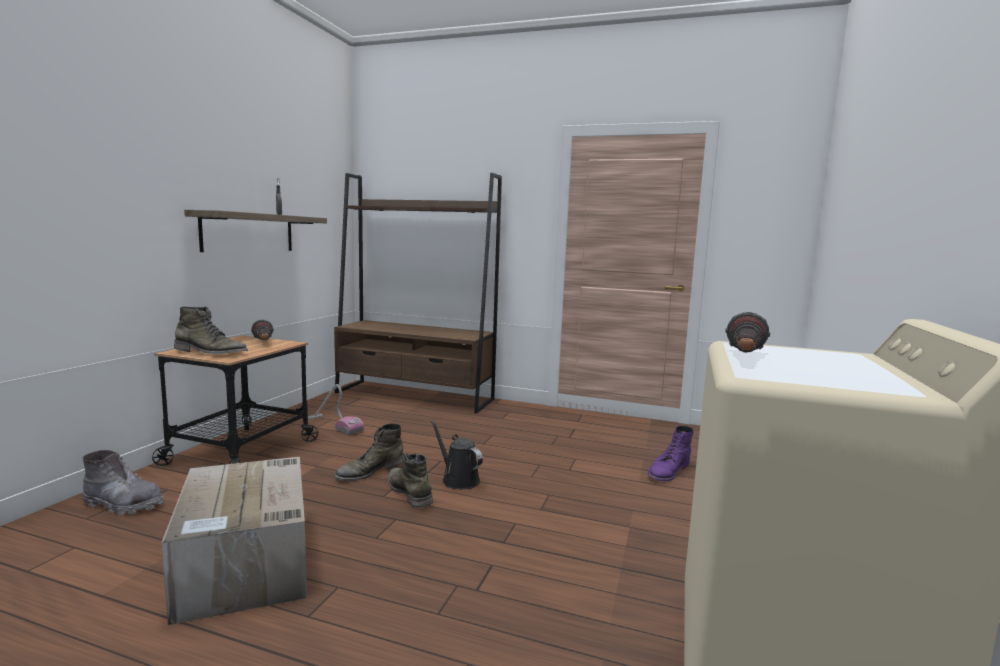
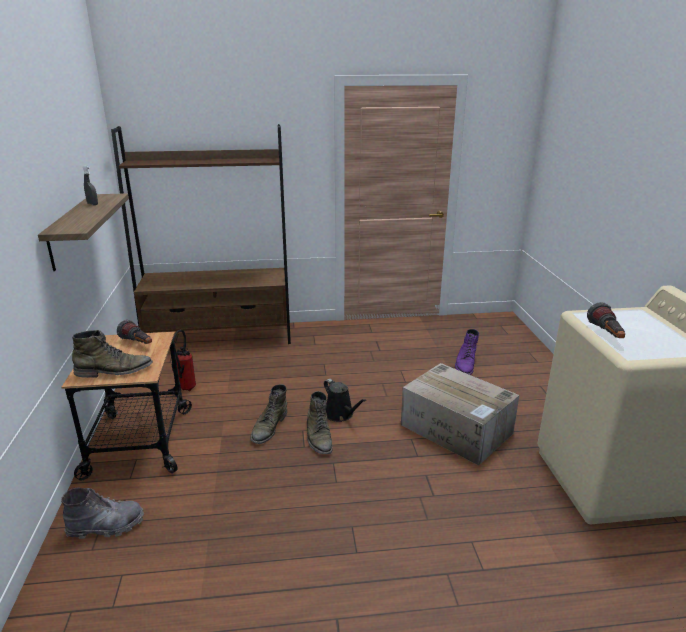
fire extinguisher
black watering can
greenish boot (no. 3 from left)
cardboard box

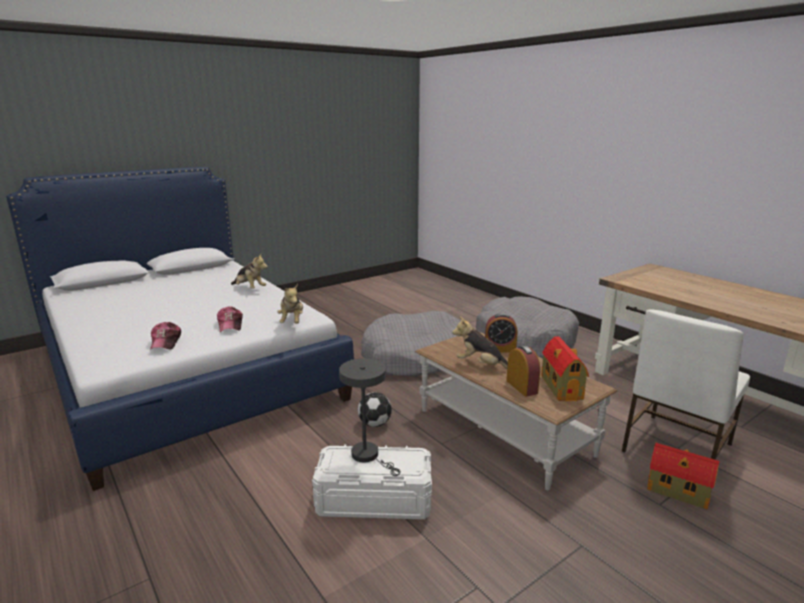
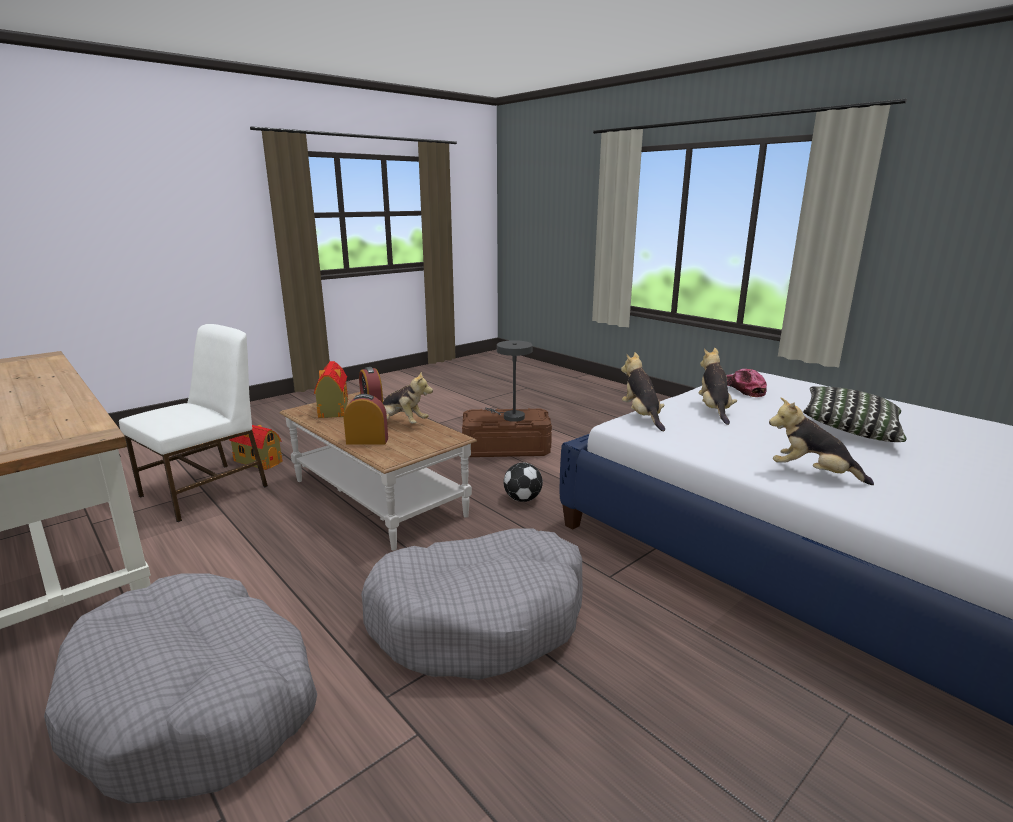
plush toy (no. 3 from left)
brown-coloured storage container
cushion

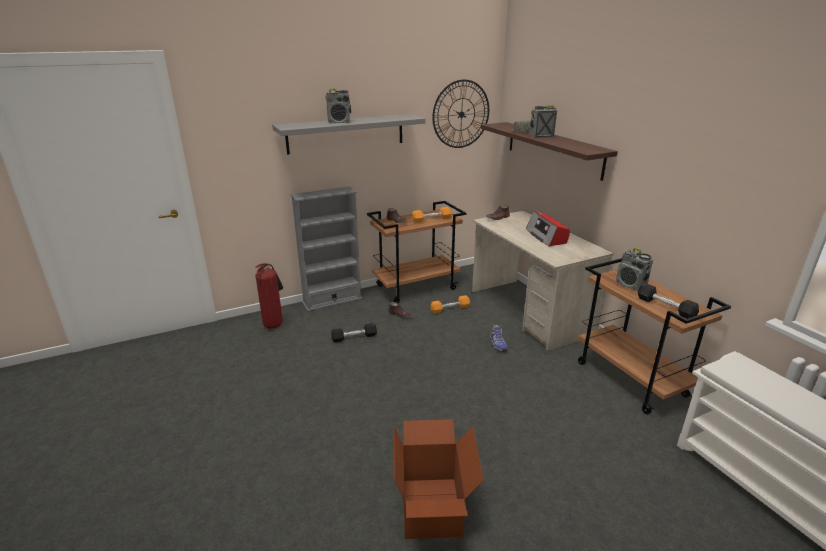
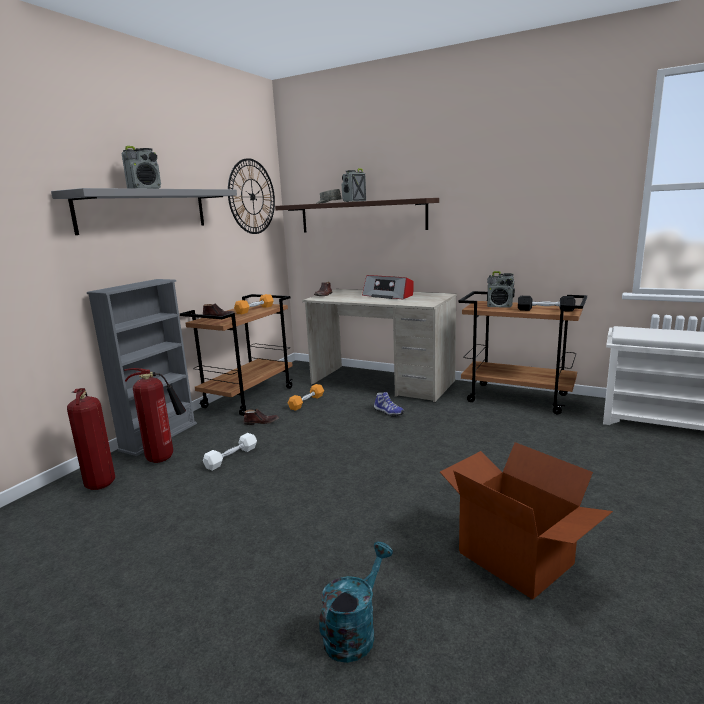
whitish dumbbell
fire extinguisher (no. 2 from left)
turquoise watering can

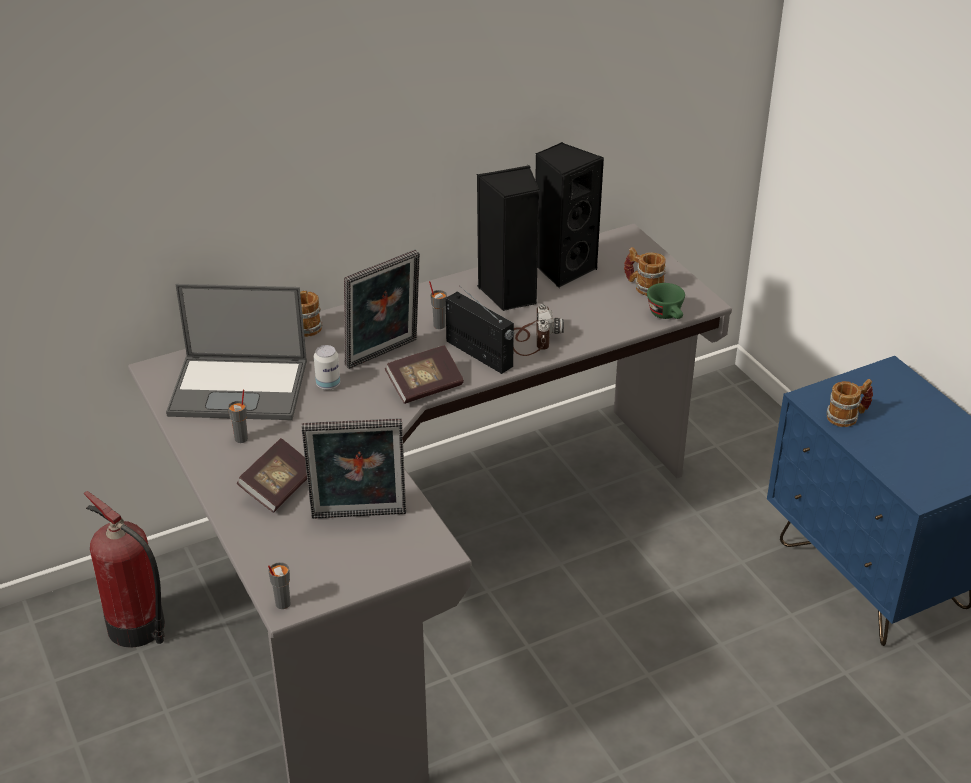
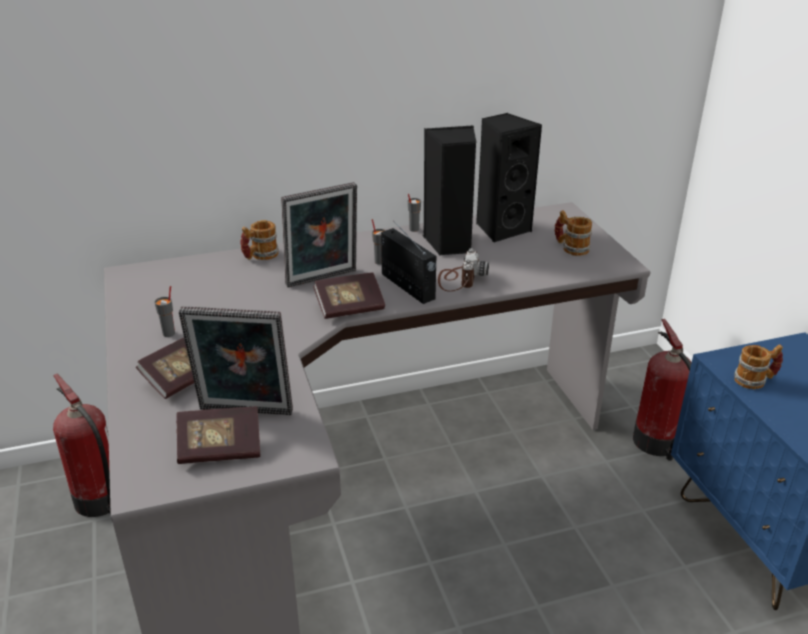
greenish drinking cup
portable computer
can
greyish drinking cup (no. 3 from left)
fire extinguisher (no. 2 from left)
volume (no. 2 from left)

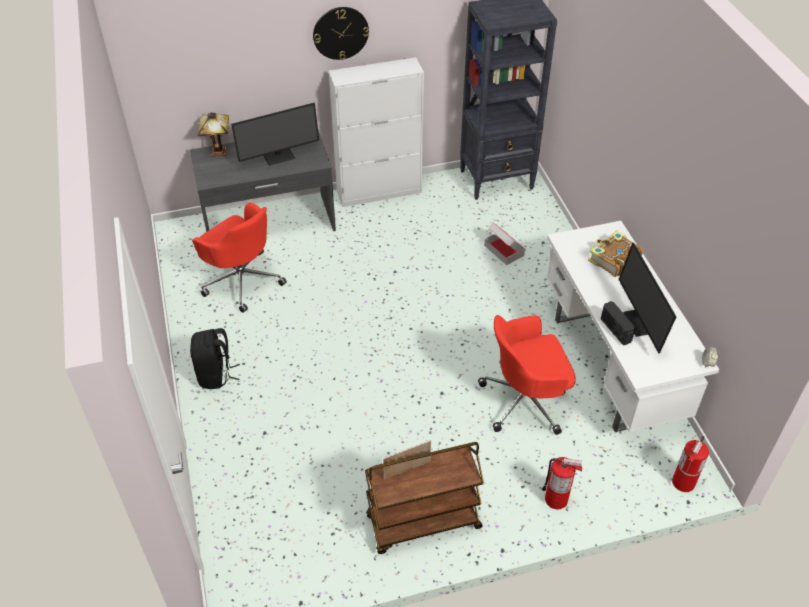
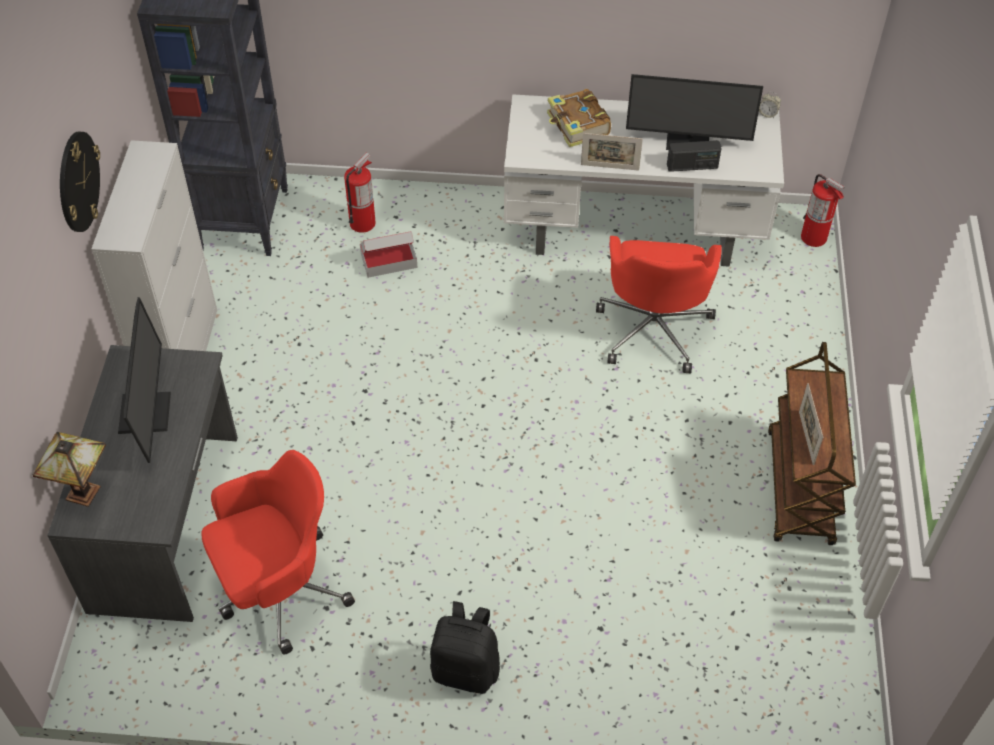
fire extinguisher (no. 1 from left)
photo frame (no. 1 from left)

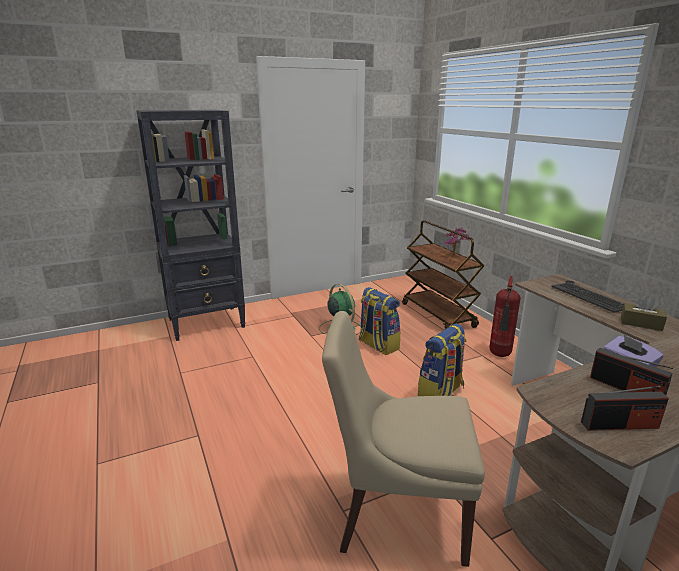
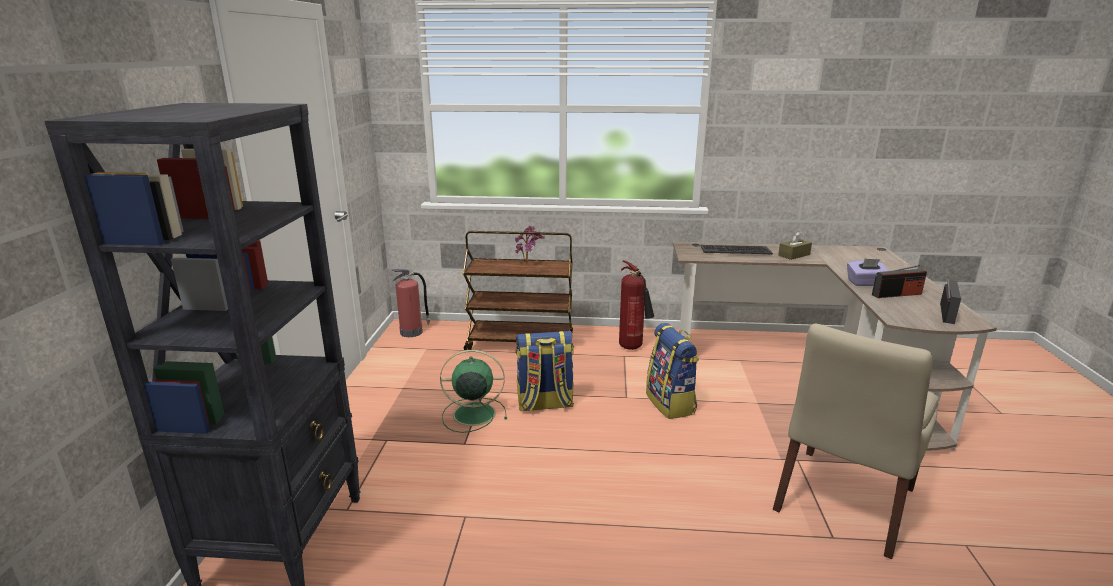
fire extinguisher (no. 1 from left)

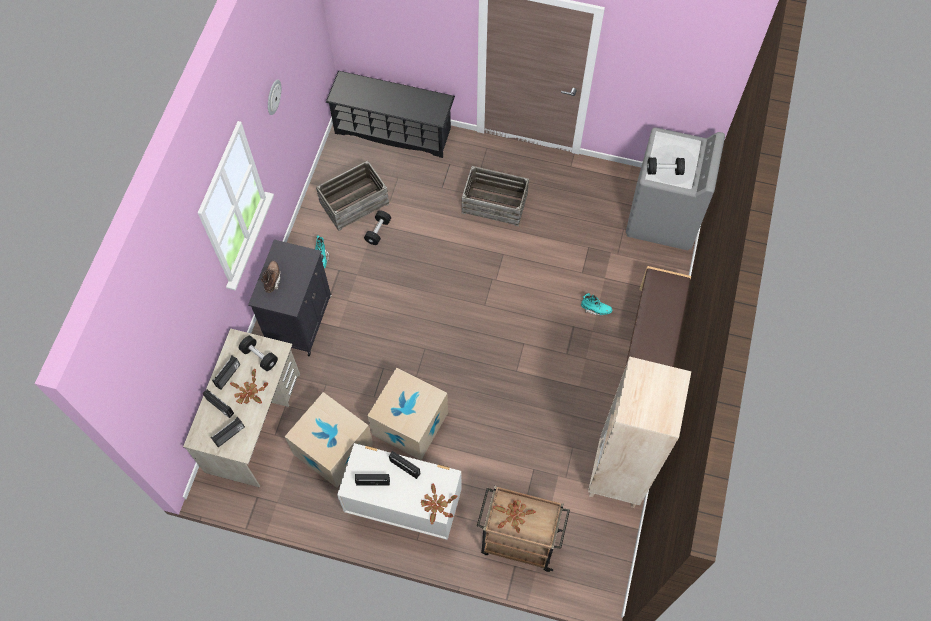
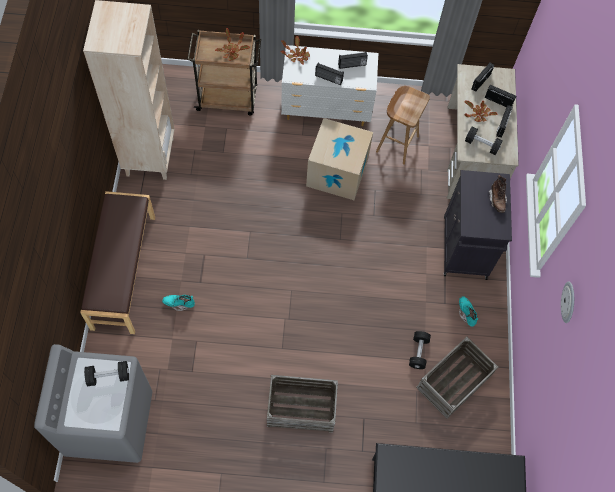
brown-coloured stool

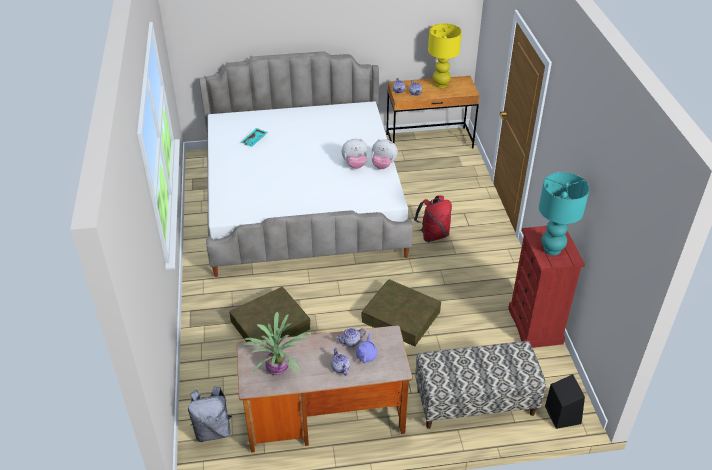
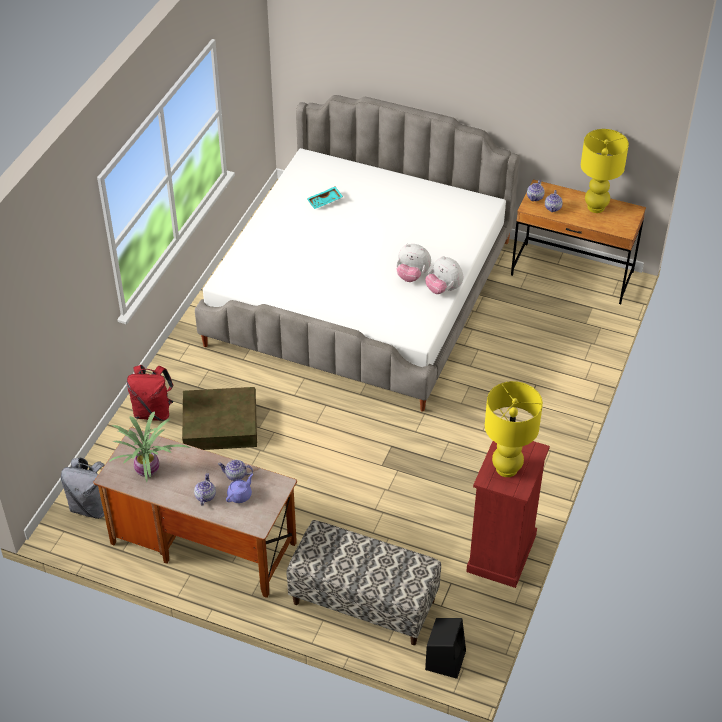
yellow tabletop lamp (no. 1 from left)
reddish backpack
brown-coloured storage container (no. 2 from left in the first image)

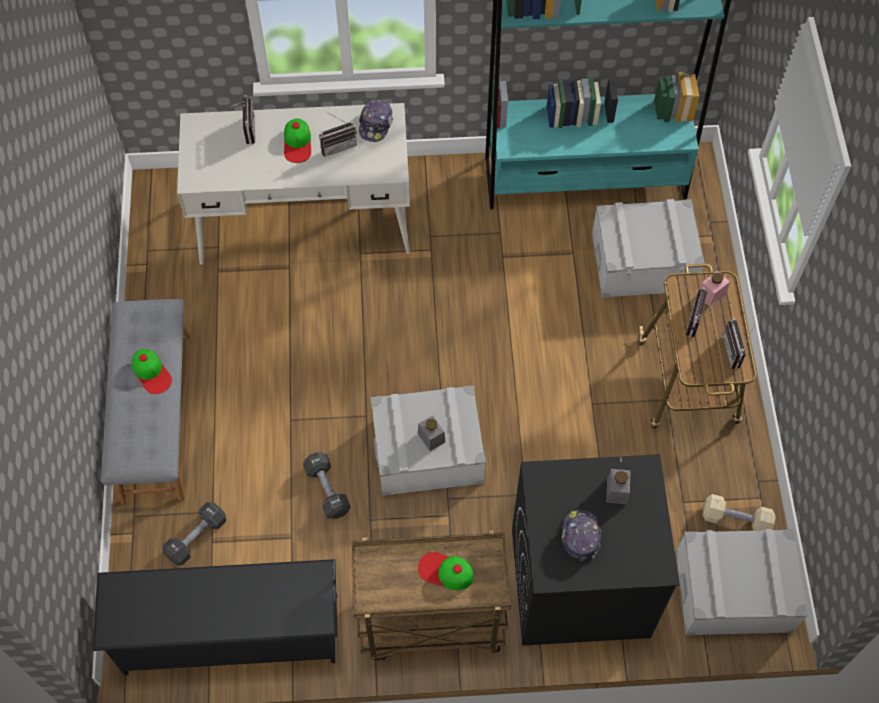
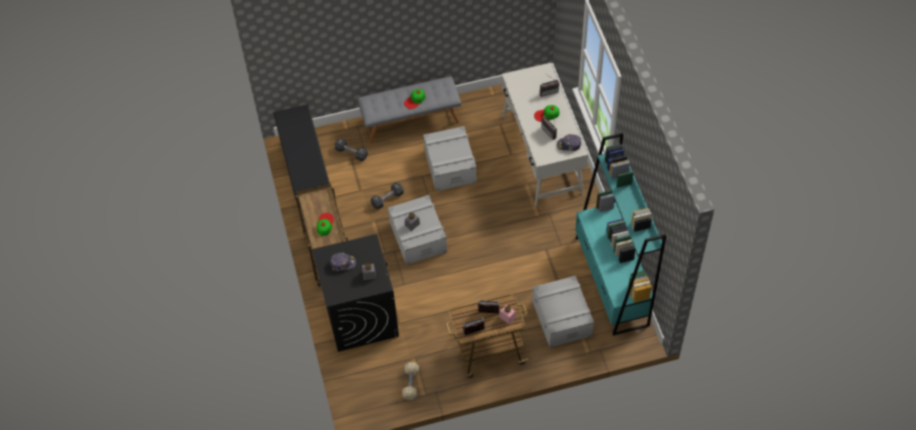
greyish storage container (no. 2 from left)

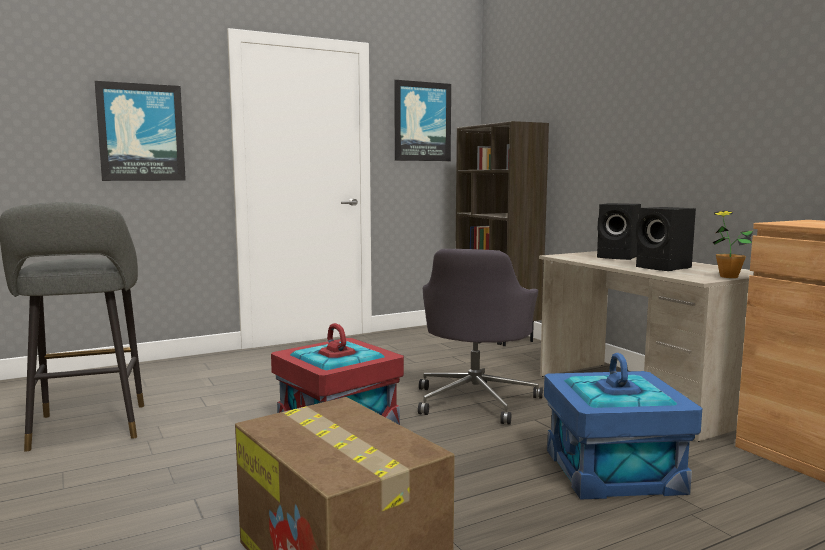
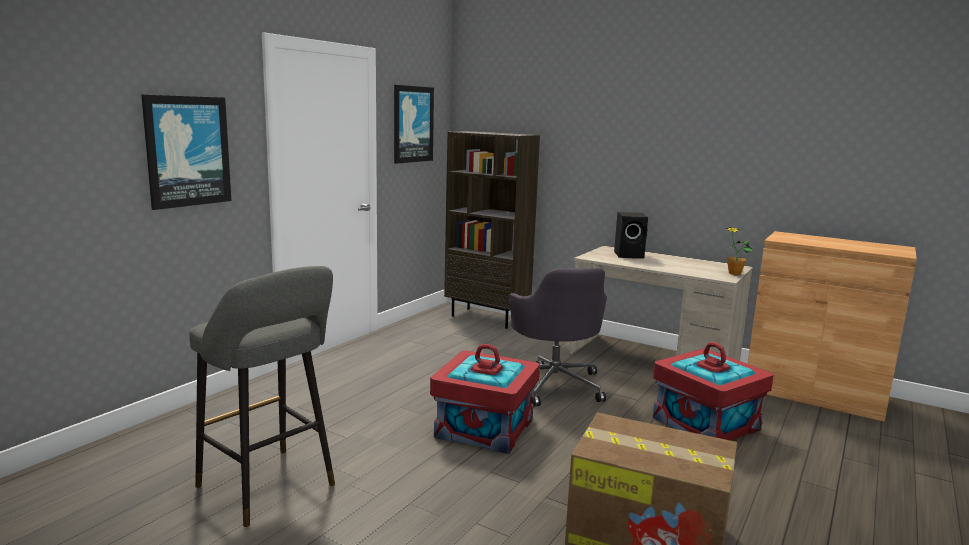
black loudspeaker (no. 2 from left in the first image)
reddish storage container (no. 2 from left)

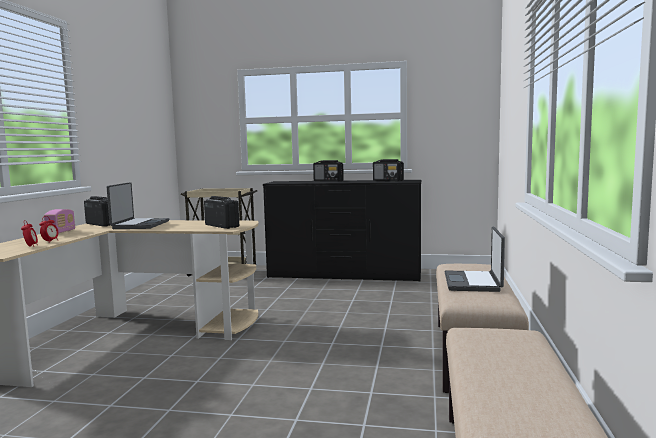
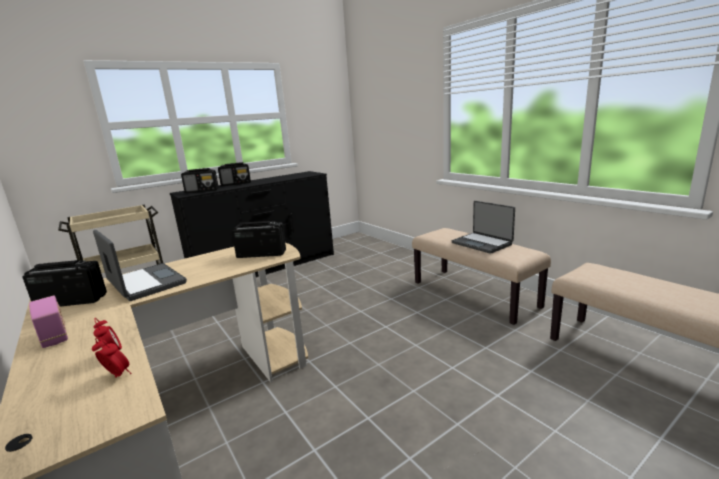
radio (no. 3 from left)

